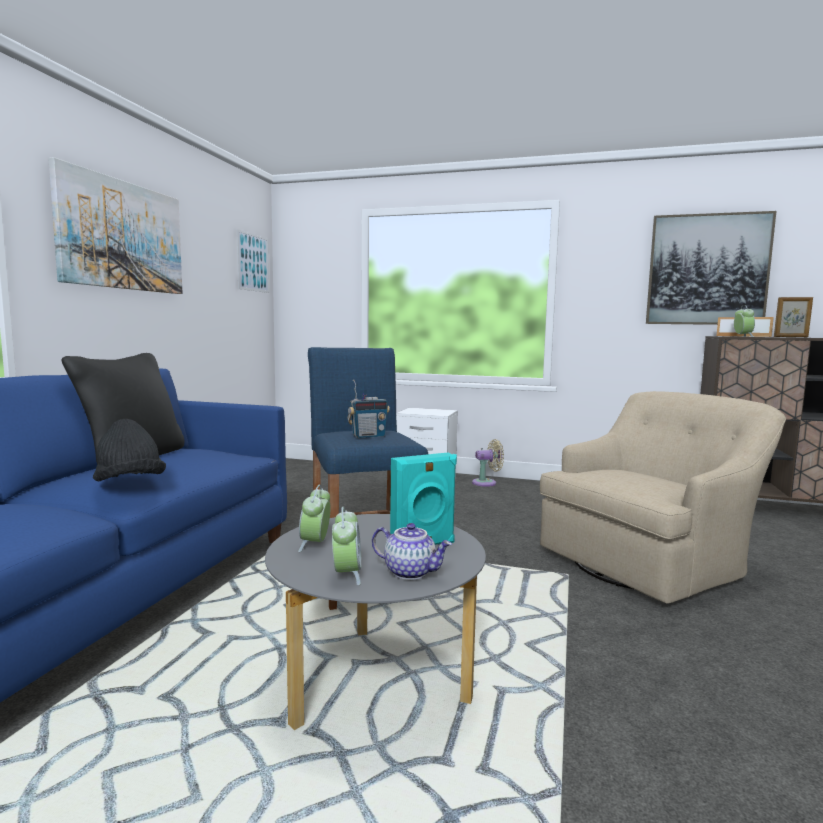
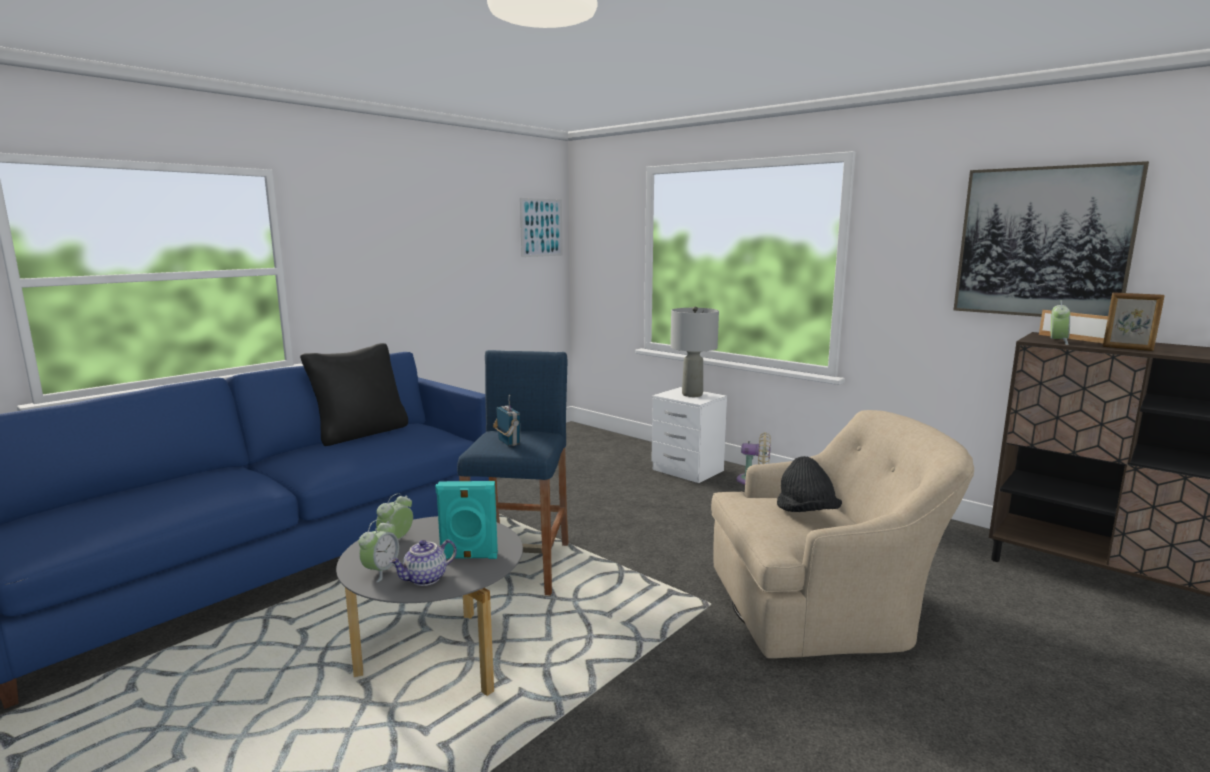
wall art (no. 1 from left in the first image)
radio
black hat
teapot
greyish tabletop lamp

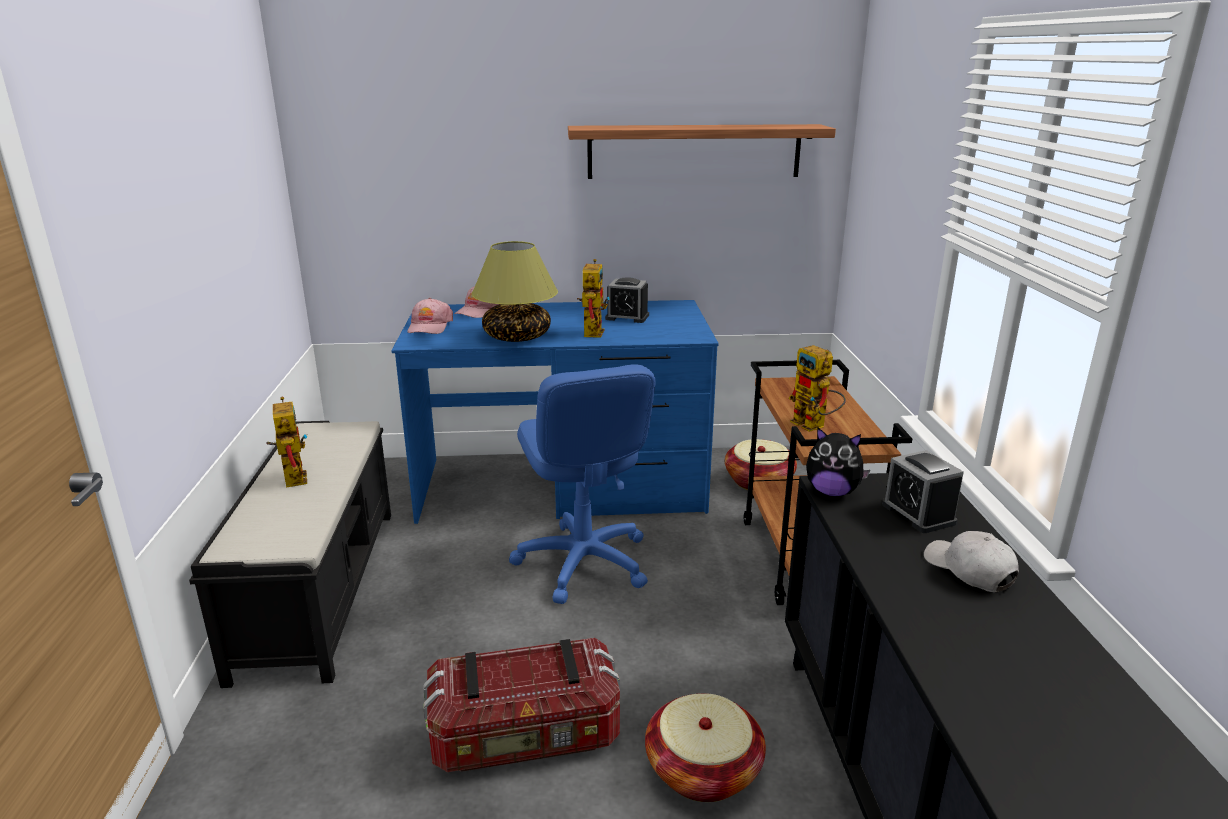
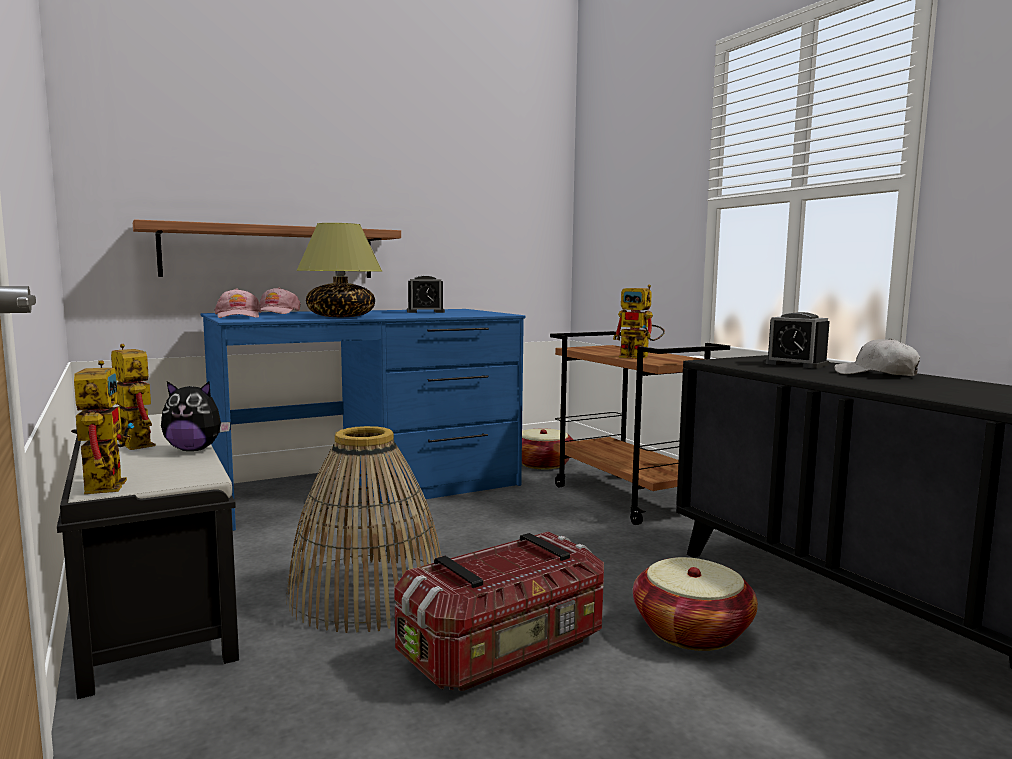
wall shelf
toy robot (no. 1 from left)
blue-coloured desk chair
plush toy
household basket (no. 1 from left)

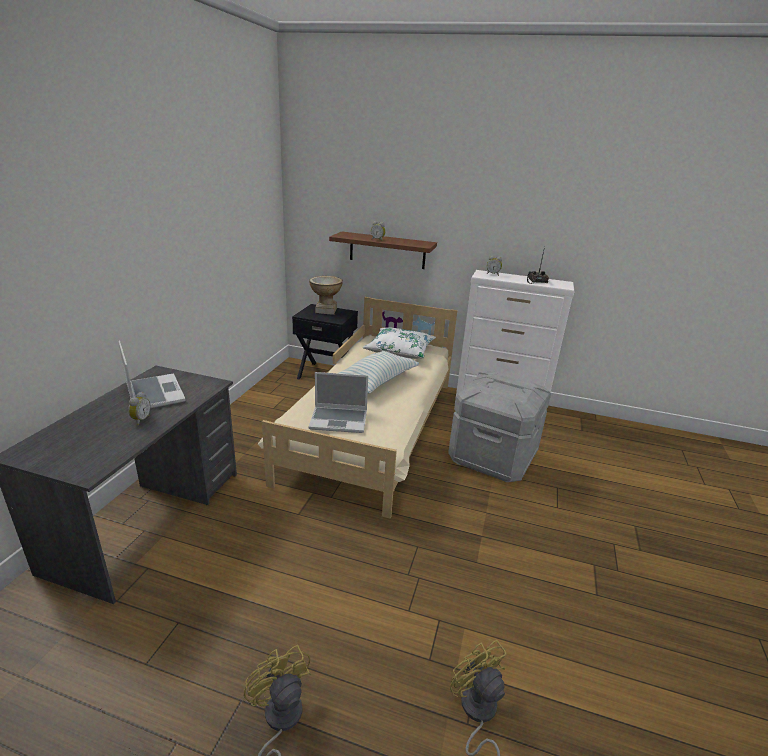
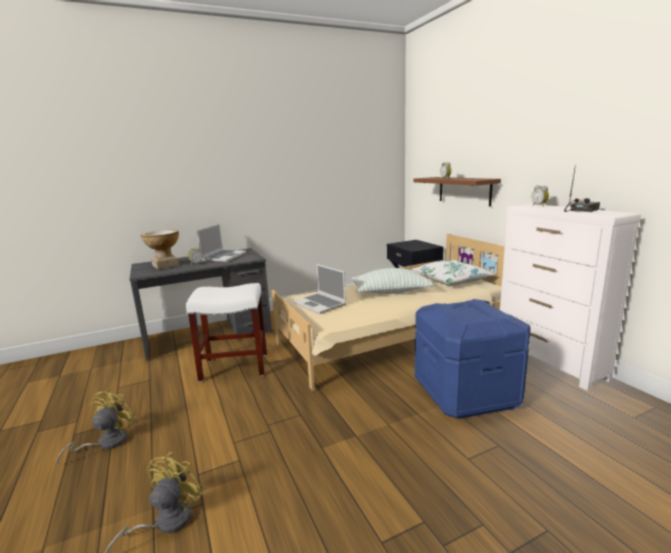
decorative vase
blue-coloured storage container
whitish stool

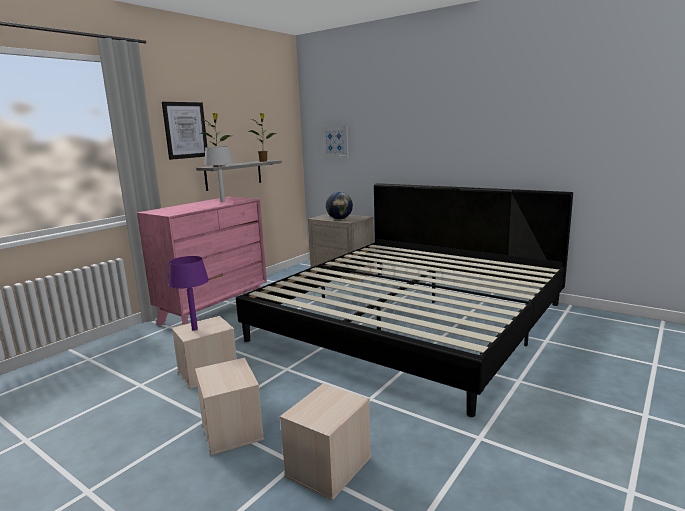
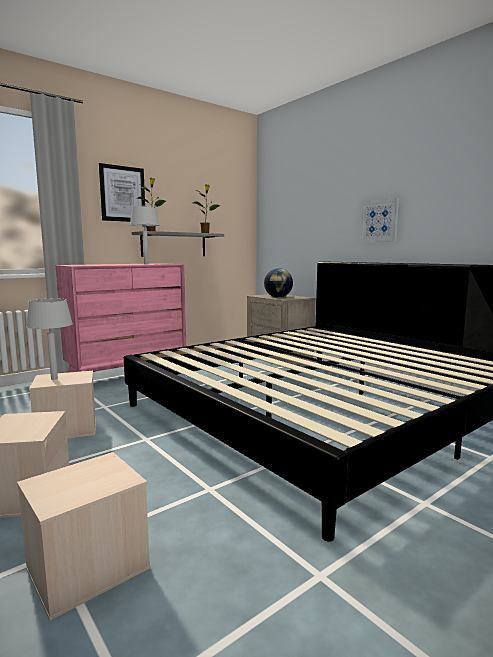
wall art (no. 2 from left)
greyish tabletop lamp (no. 1 from left)

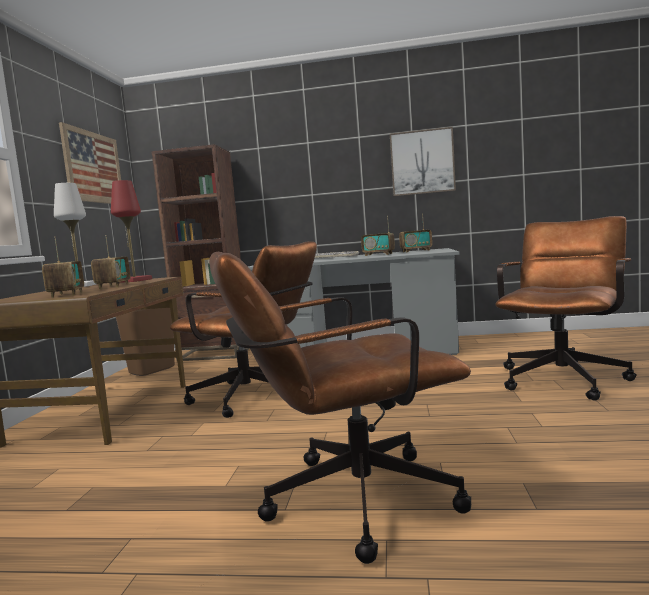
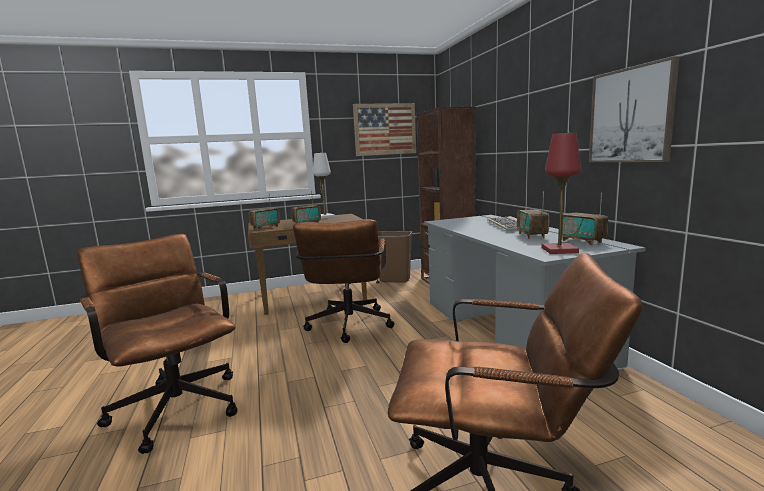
reddish tabletop lamp

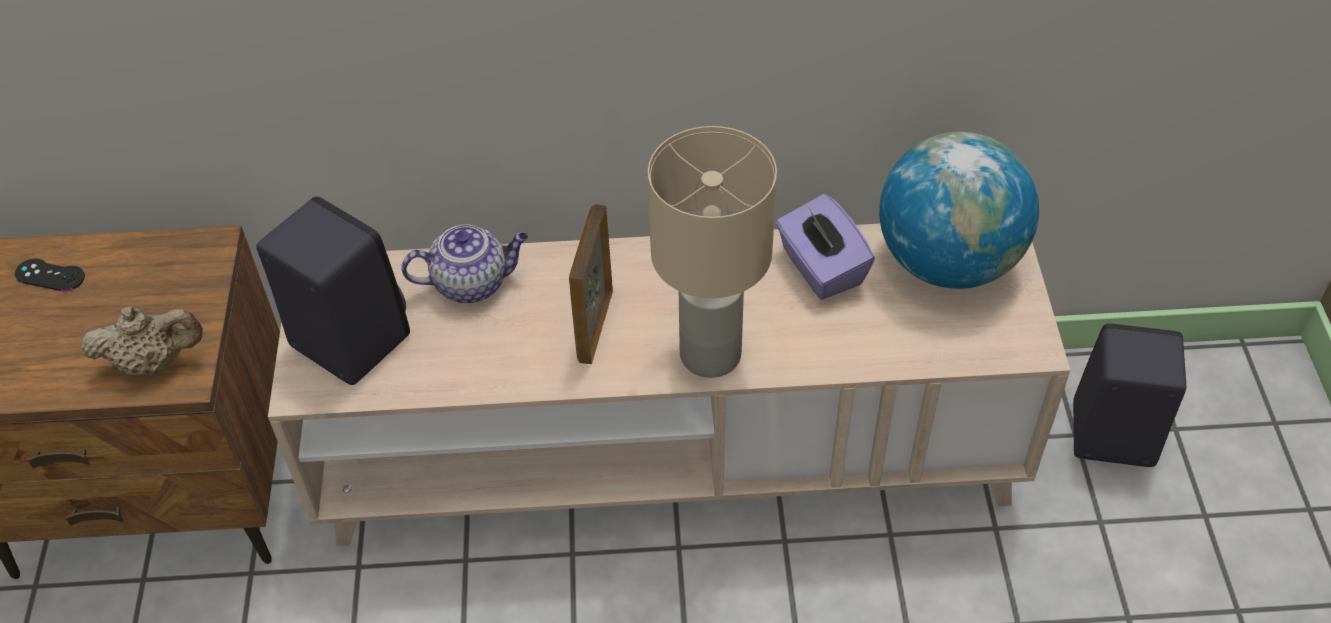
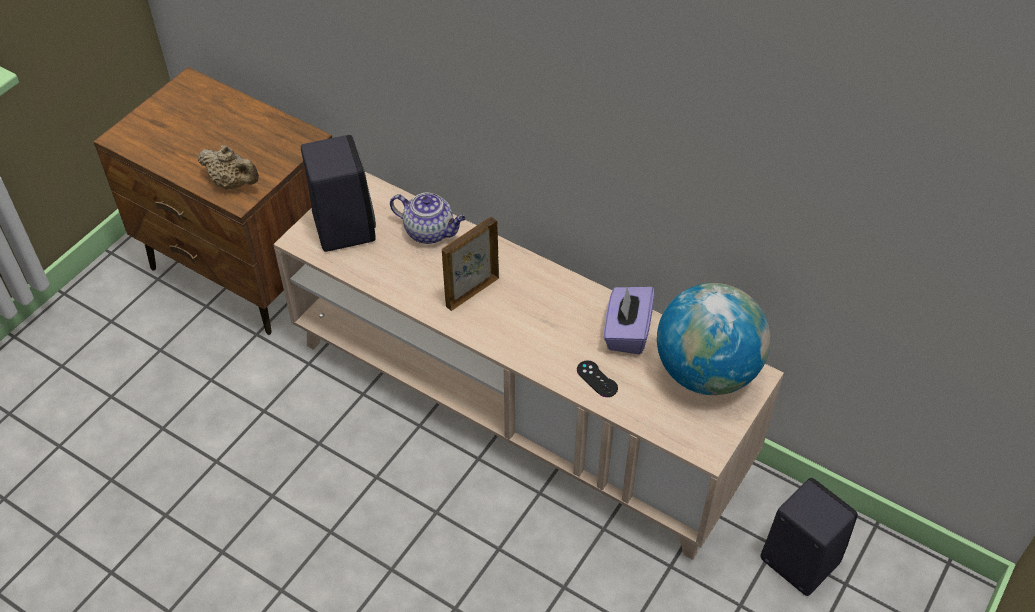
beige tabletop lamp
black game controller

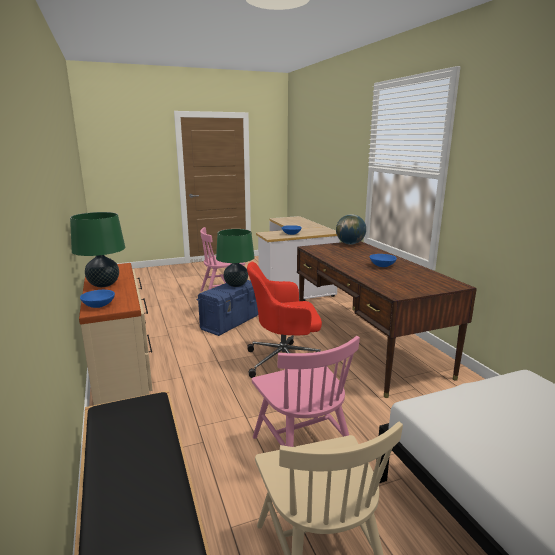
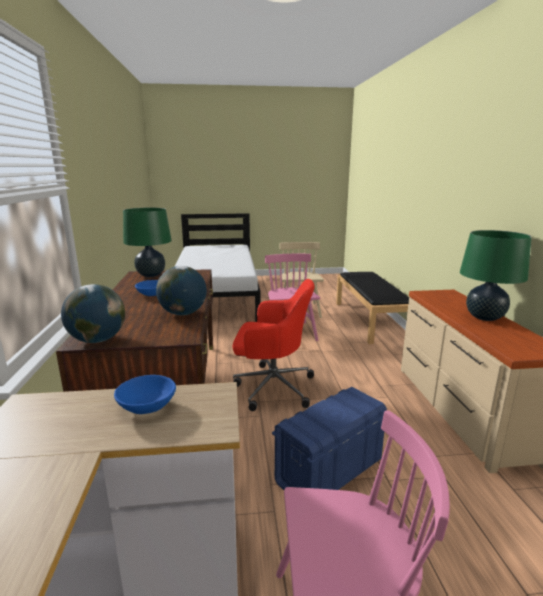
greenish tabletop lamp (no. 1 from left)
blue-coloured deep dish (no. 1 from left in the first image)
globe (no. 2 from left)

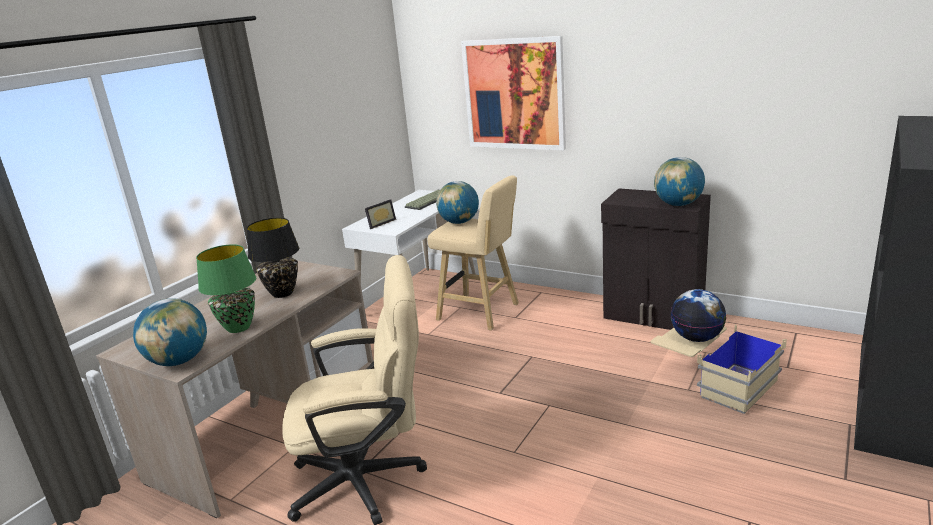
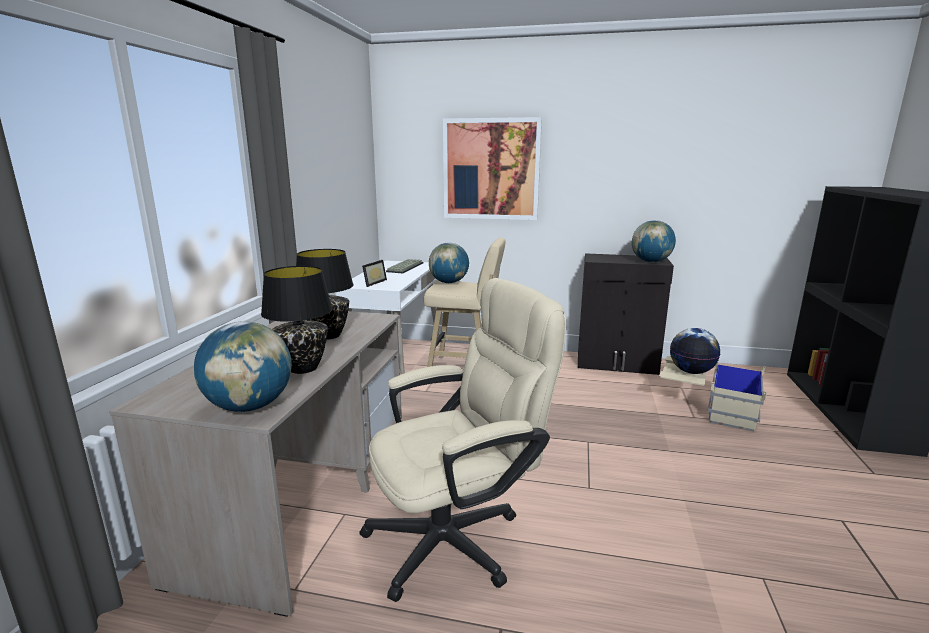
black tabletop lamp (no. 1 from left)

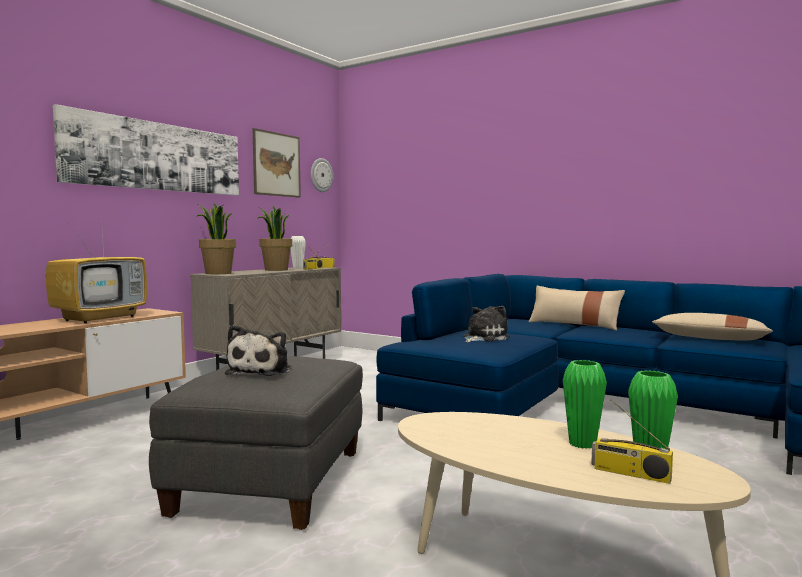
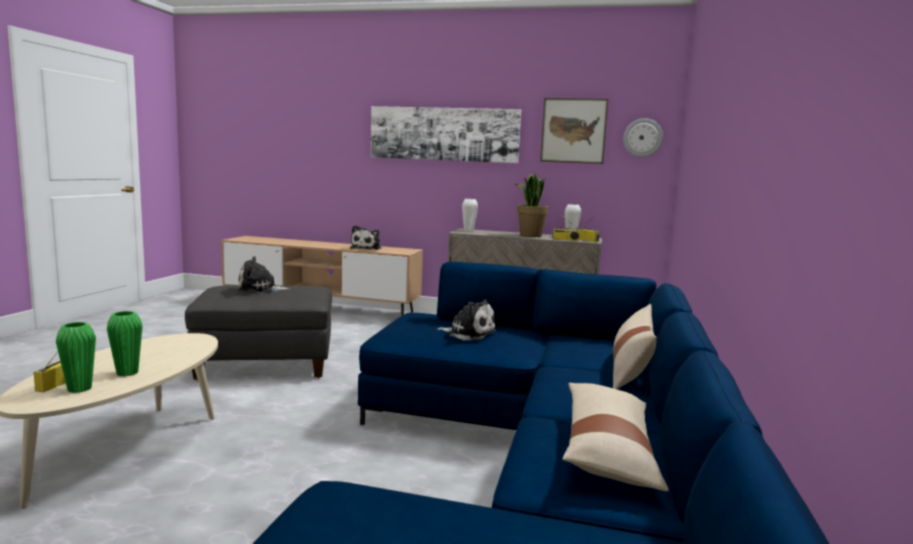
whitish decorative vase (no. 1 from left)
plush toy (no. 2 from left)

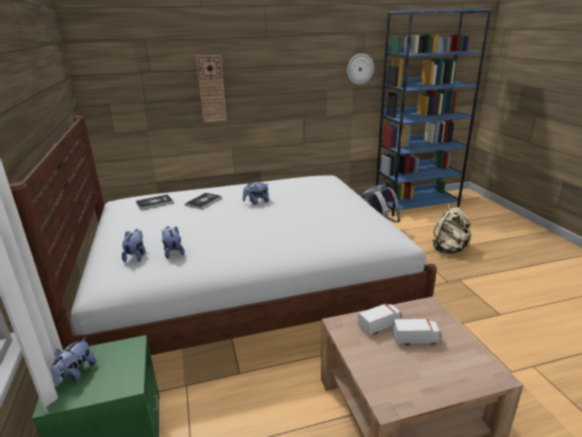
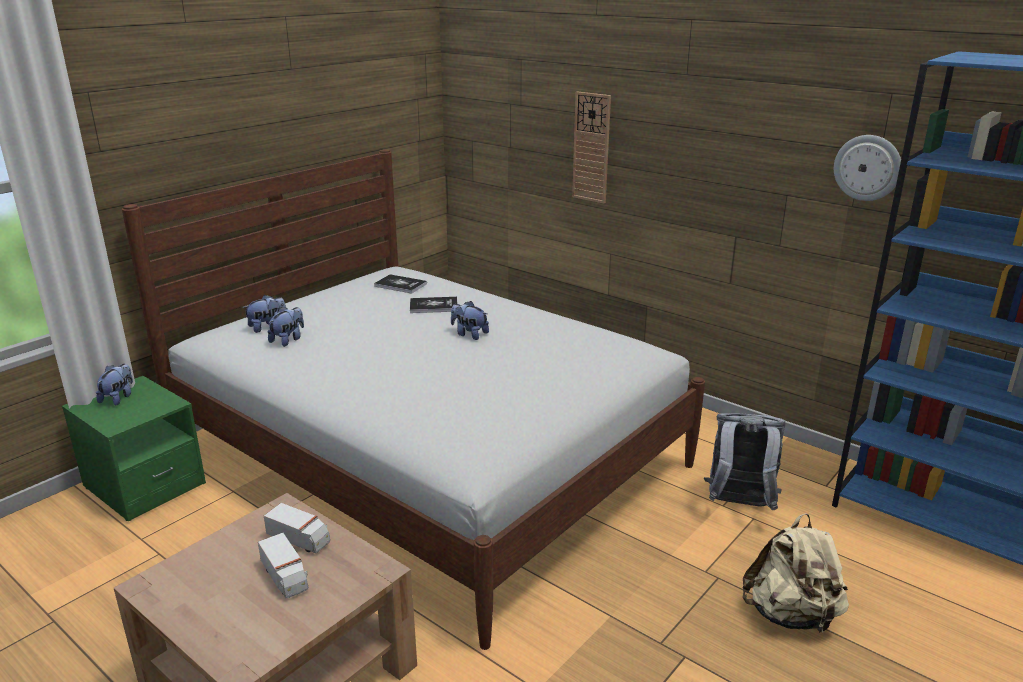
plush toy (no. 1 from left)

